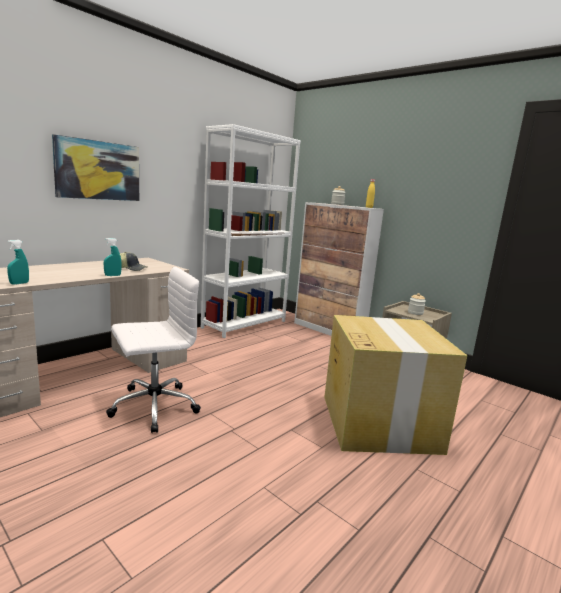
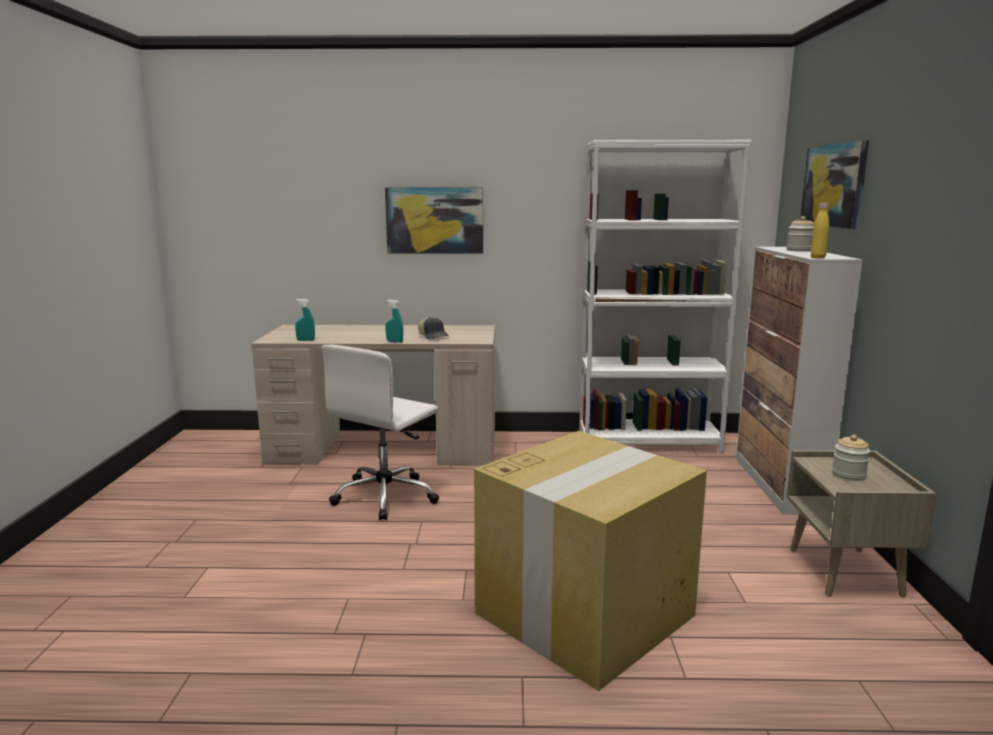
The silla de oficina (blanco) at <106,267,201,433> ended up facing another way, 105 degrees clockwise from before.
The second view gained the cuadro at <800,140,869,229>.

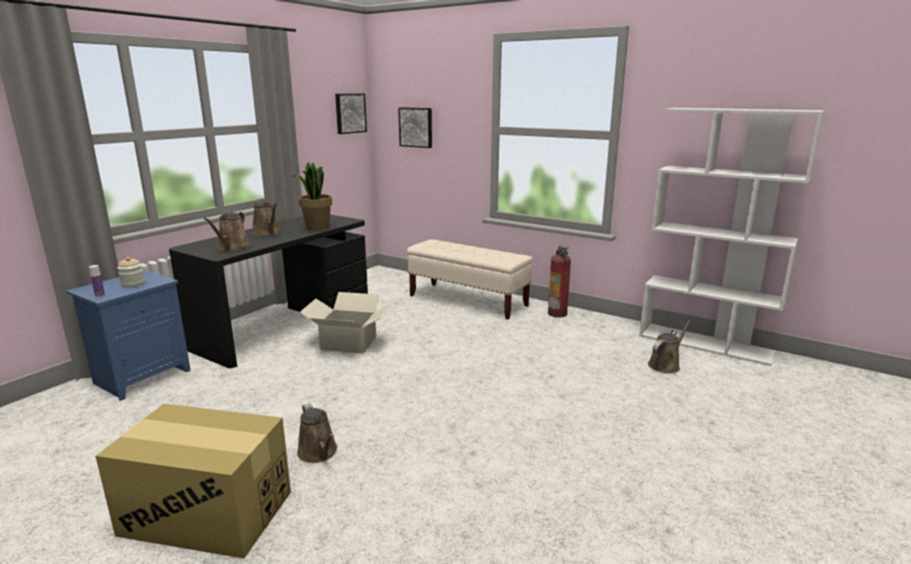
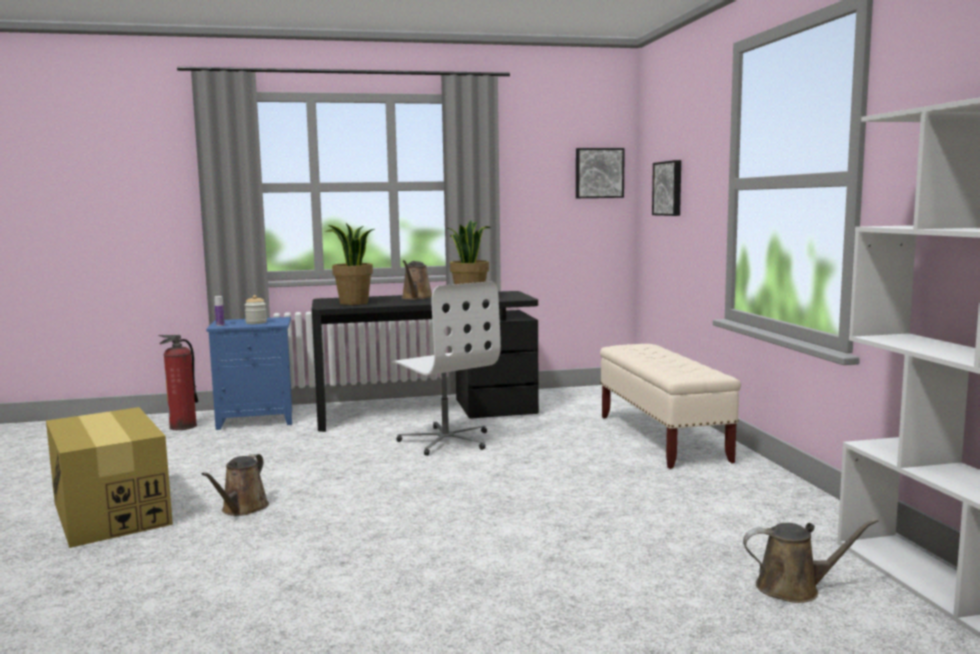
The extintor ended up elsewhere, having gone from <548,246,571,317> to <159,335,199,430>.
Where the regadera (marrón) stood at <204,212,251,251>, the planta en maceta came to stand at <325,223,374,305>.
Where the caja de cartón stood at <299,292,392,354>, the silla de oficina (blanco) came to stand at <392,281,501,456>.

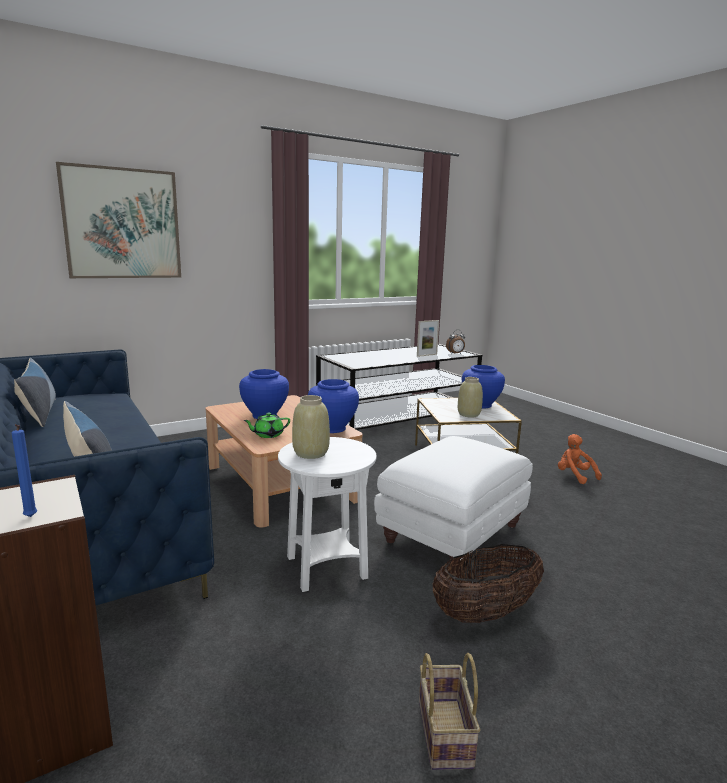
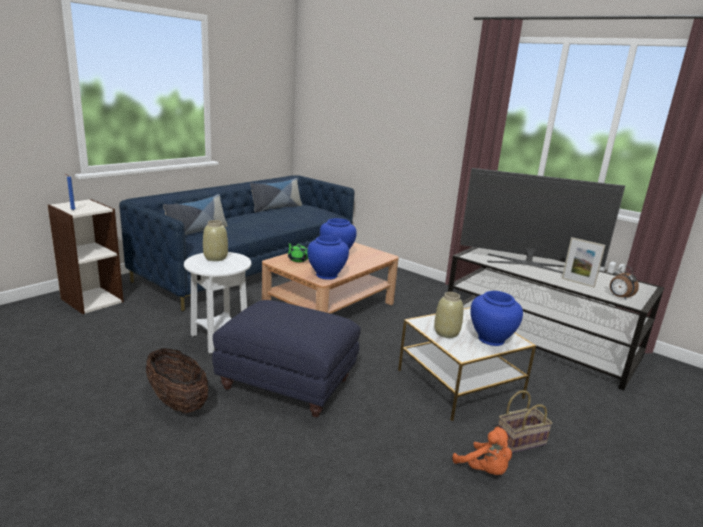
What was the puf (blanco) at <374,436,533,564> turned into the puf (azul) at <212,300,361,417>.
The peluche (naranja) at <558,434,602,484> ended up facing another way, 105 degrees clockwise from before.
The second view gained the televisor at <460,168,625,273>.
The cesta ended up elsewhere, having gone from <419,653,480,770> to <498,390,553,453>.
The second view lost the cuadro at <56,162,181,278>.

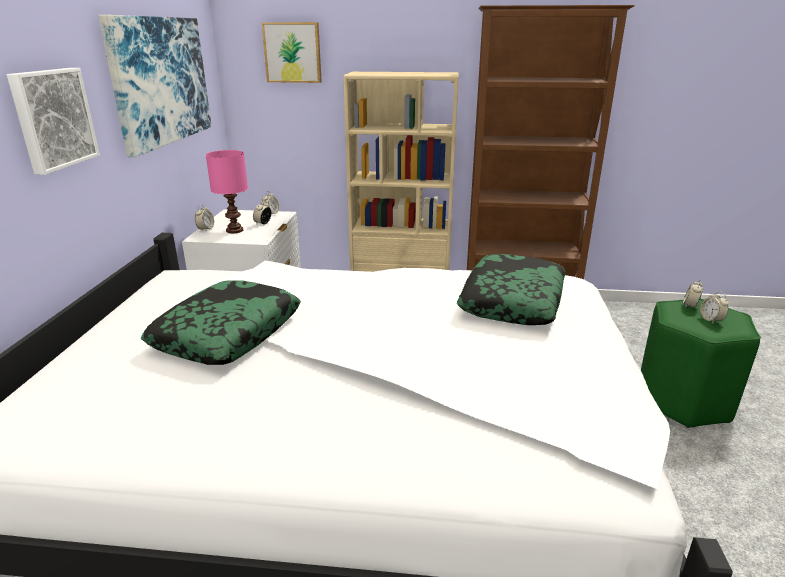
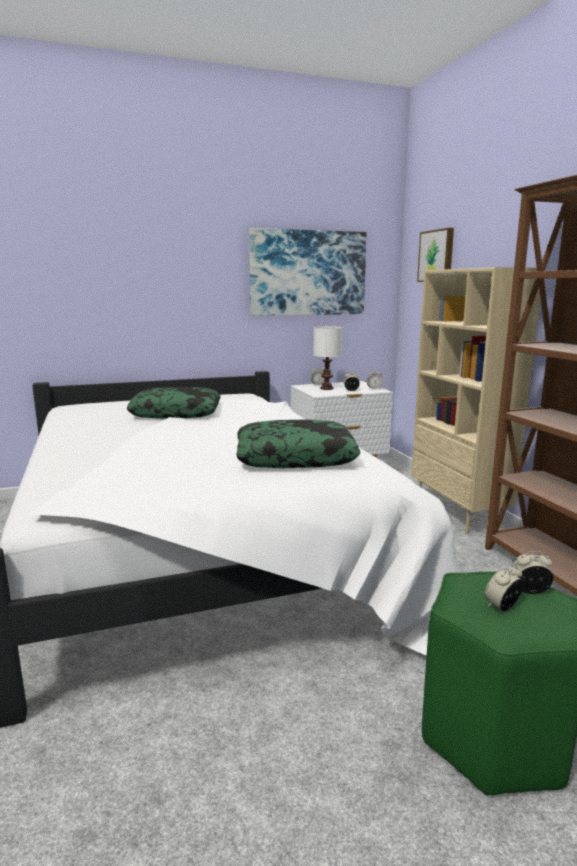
What was the lámpara de mesa (rosa) at <206,150,248,233> turned into the lámpara de mesa (blanco) at <313,326,342,390>.
The second view lost the cuadro at <7,68,100,175>.

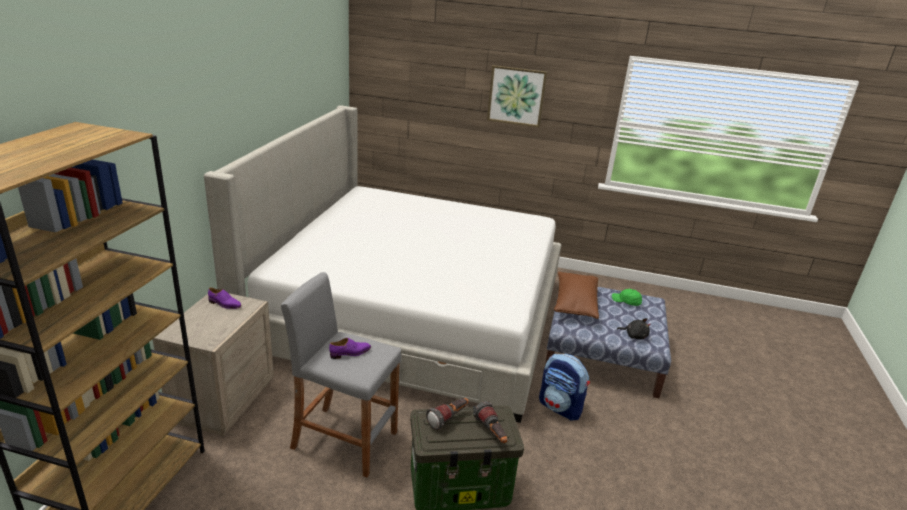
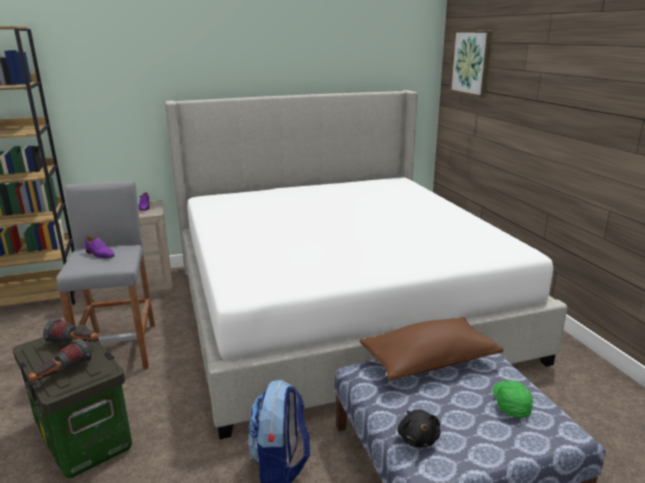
The cuadro ended up elsewhere, having gone from <487,65,547,127> to <449,30,492,98>.

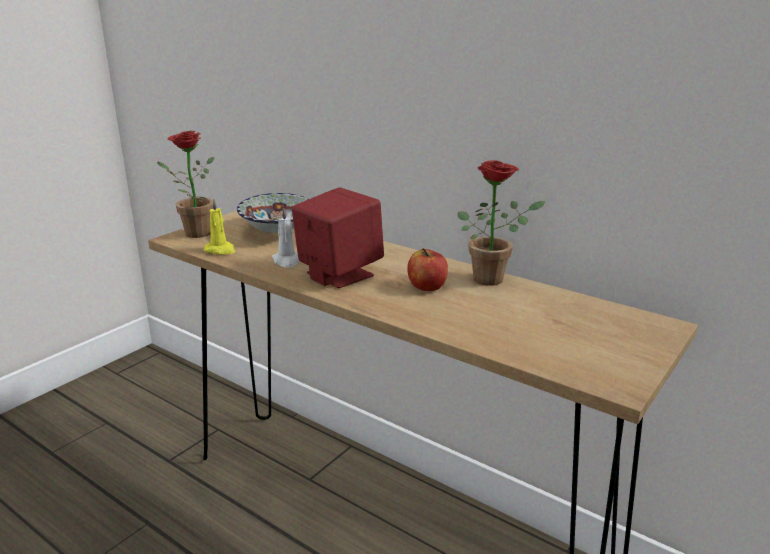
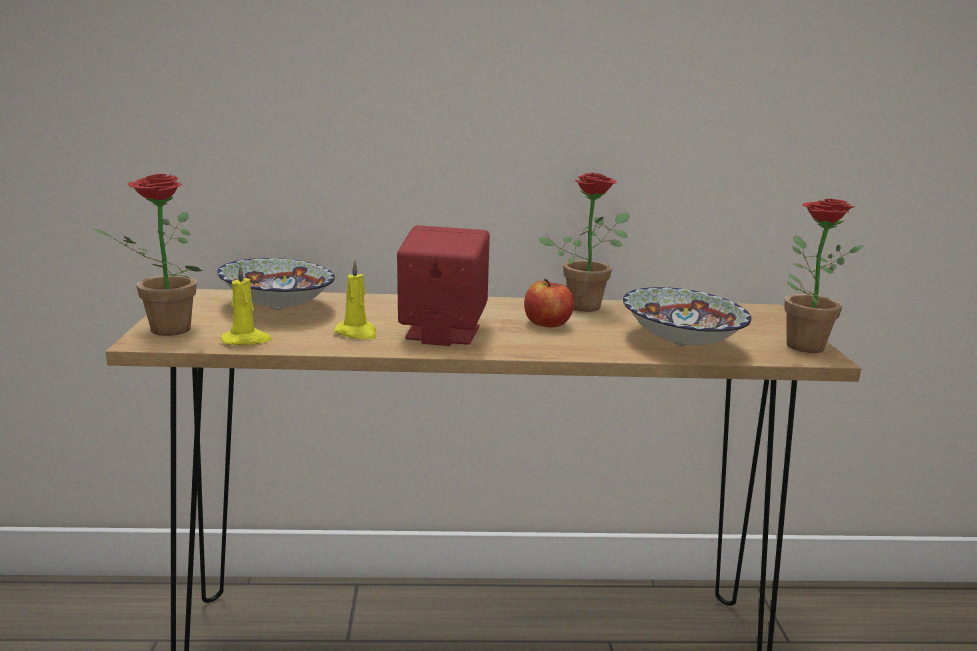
What was the vela (blanco) at <272,207,300,268> turned into the vela (amarillo) at <334,260,376,339>.
The second view gained the cuenco at <623,287,752,345>.
The second view gained the planta en maceta at <784,199,863,353>.

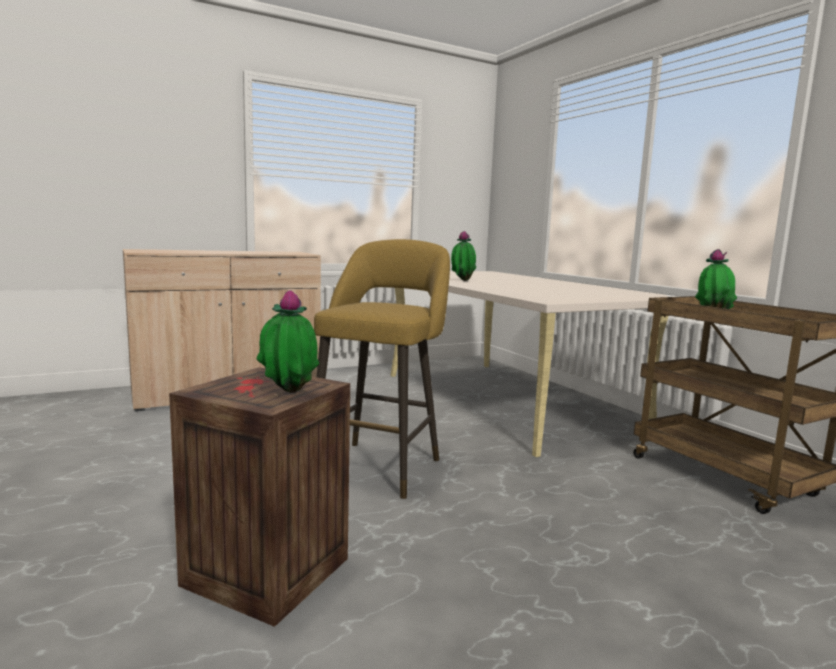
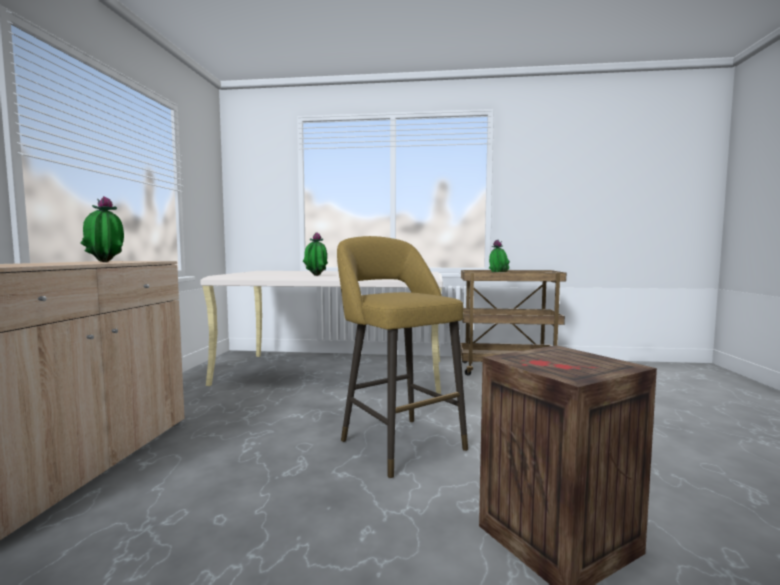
The planta en maceta ended up elsewhere, having gone from <257,290,319,393> to <80,196,124,262>.

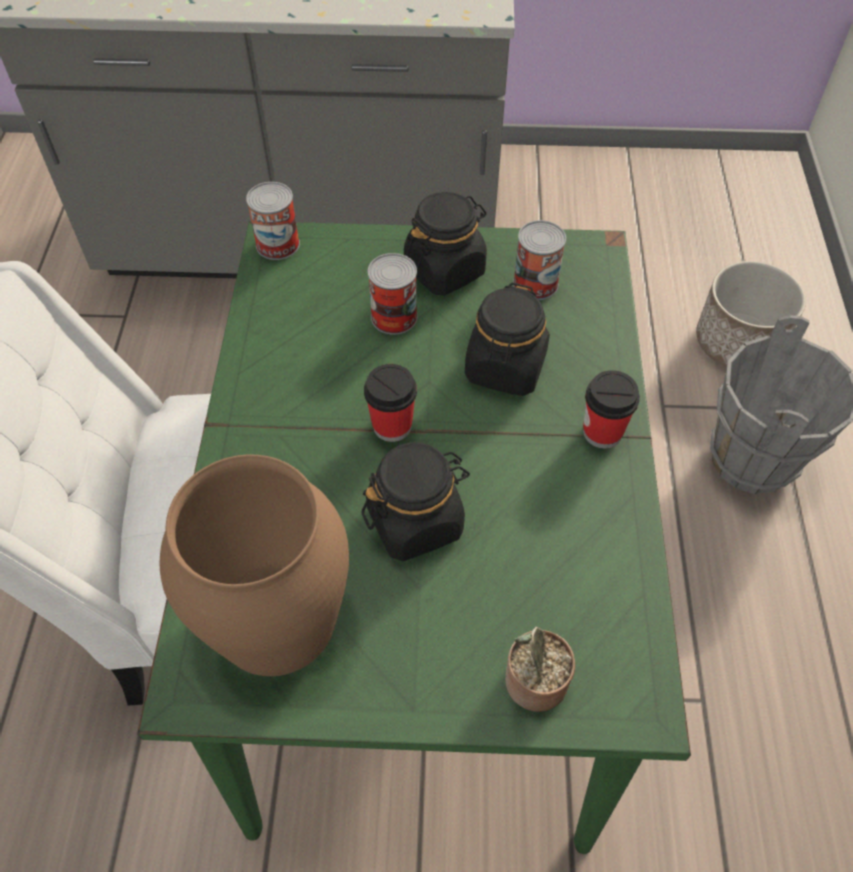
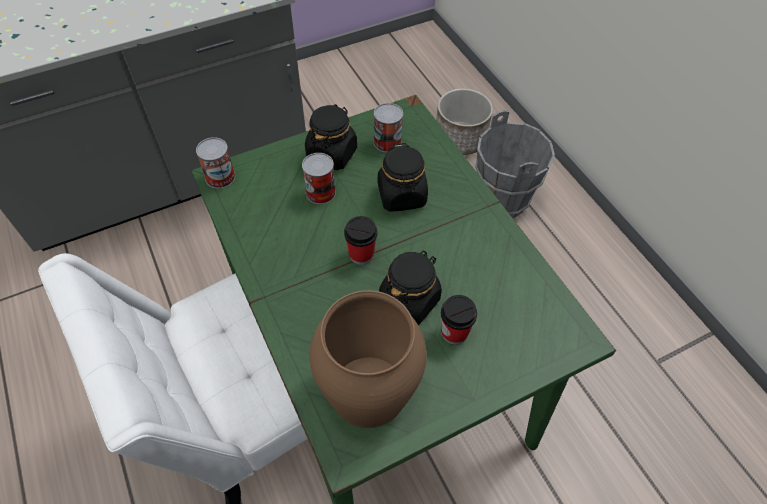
The taza ended up elsewhere, having gone from <583,370,640,449> to <441,295,477,345>.
The second view lost the planta en maceta at <505,627,575,712>.

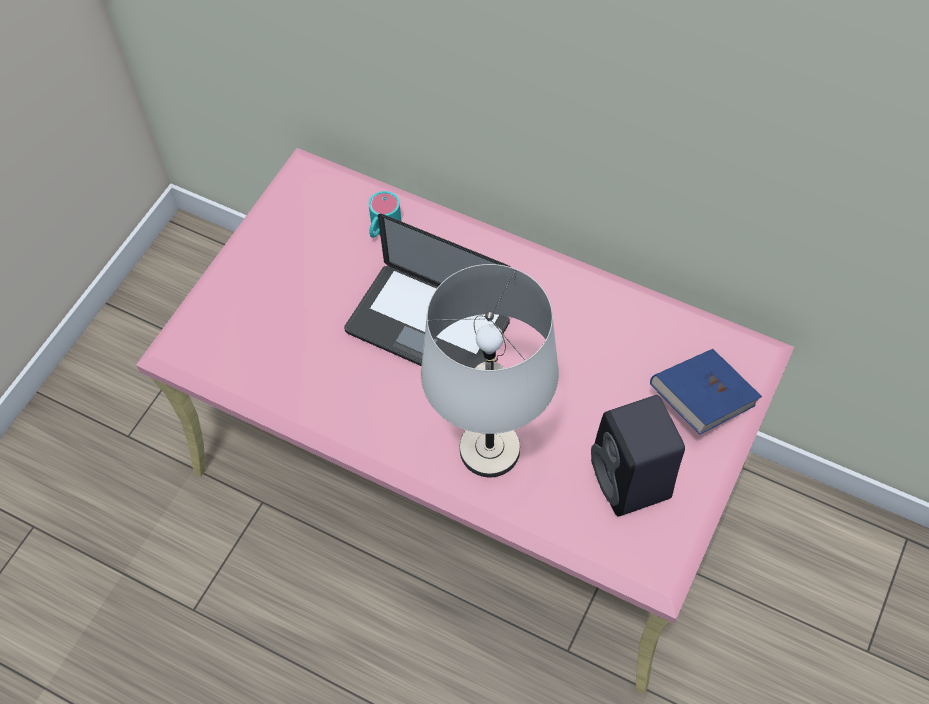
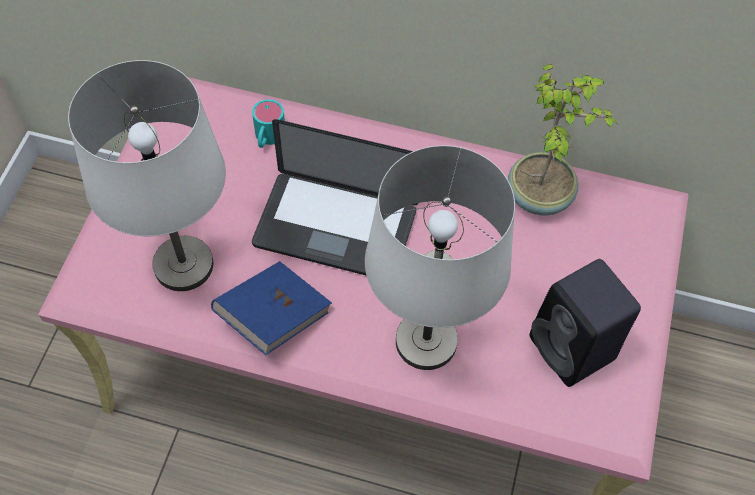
The second view gained the lámpara de mesa (blanco) at <68,60,226,291>.
The libro (azul) ended up elsewhere, having gone from <650,349,762,435> to <211,261,332,355>.
The second view gained the planta en maceta at <508,64,618,216>.

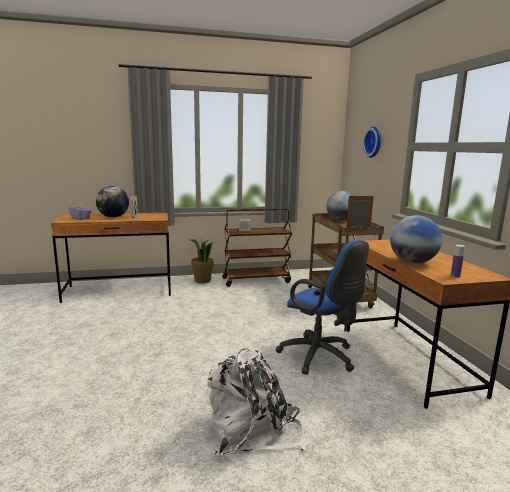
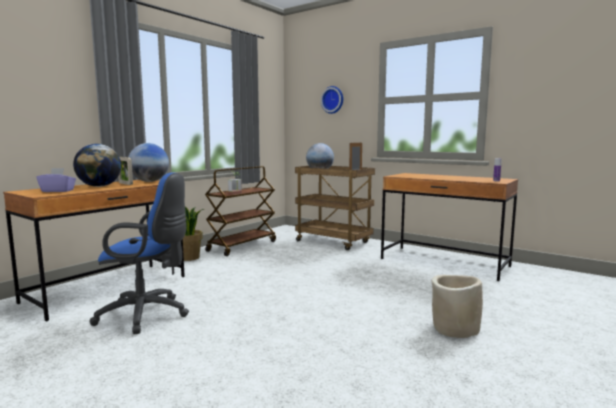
The silla de oficina (azul) ended up elsewhere, having gone from <276,240,369,375> to <89,172,189,334>.
The globo terráqueo ended up elsewhere, having gone from <390,215,442,264> to <128,143,169,182>.
Where the mochila (blanco) stood at <208,348,306,457>, the maceta (beis) came to stand at <432,275,483,338>.

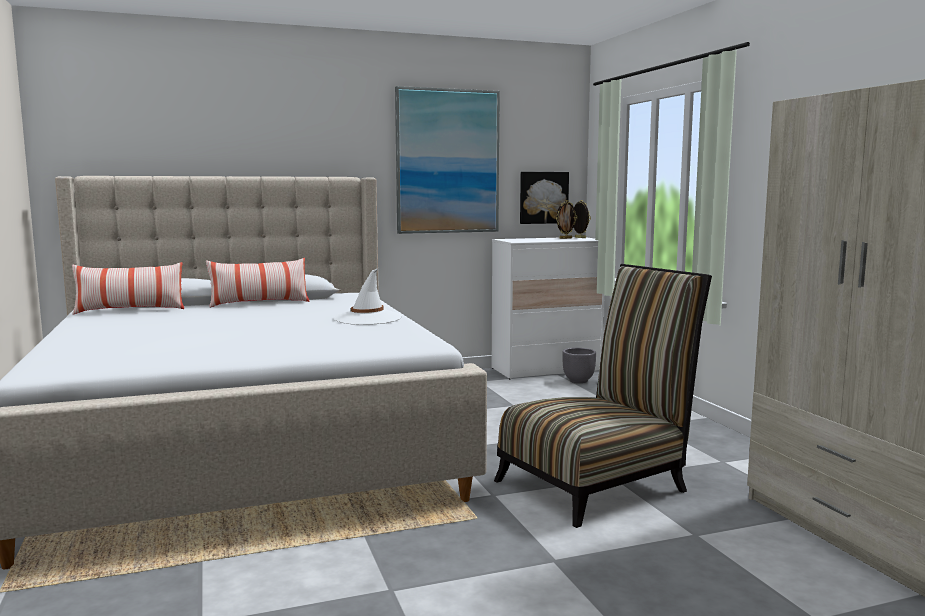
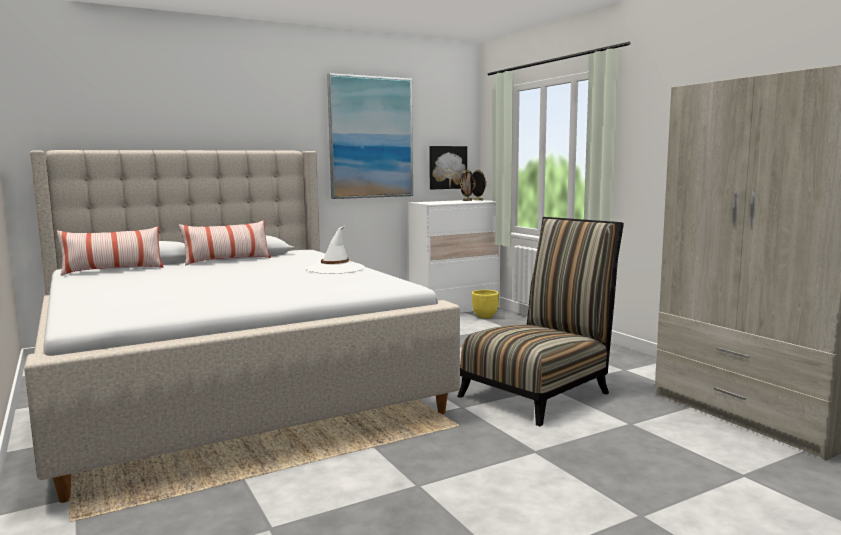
What was the maceta (gris) at <562,348,596,383> turned into the maceta (amarillo) at <472,290,499,318>.

